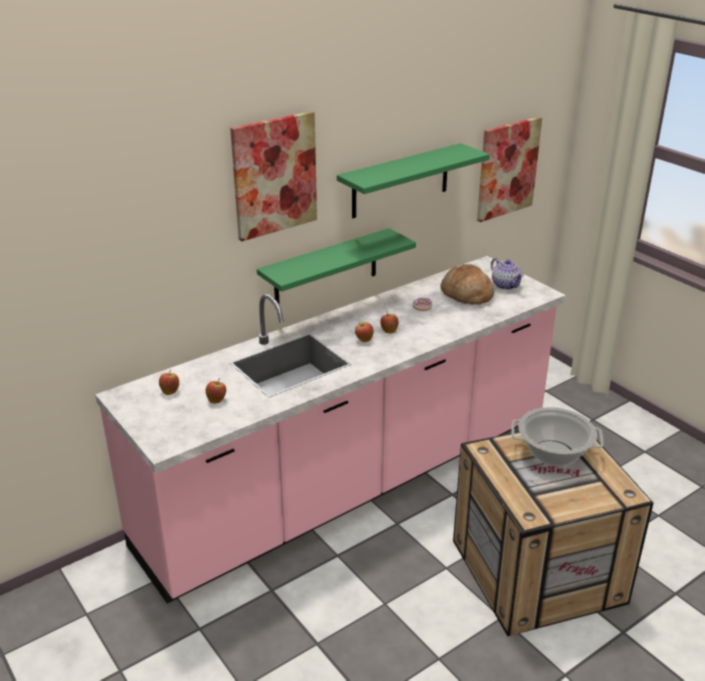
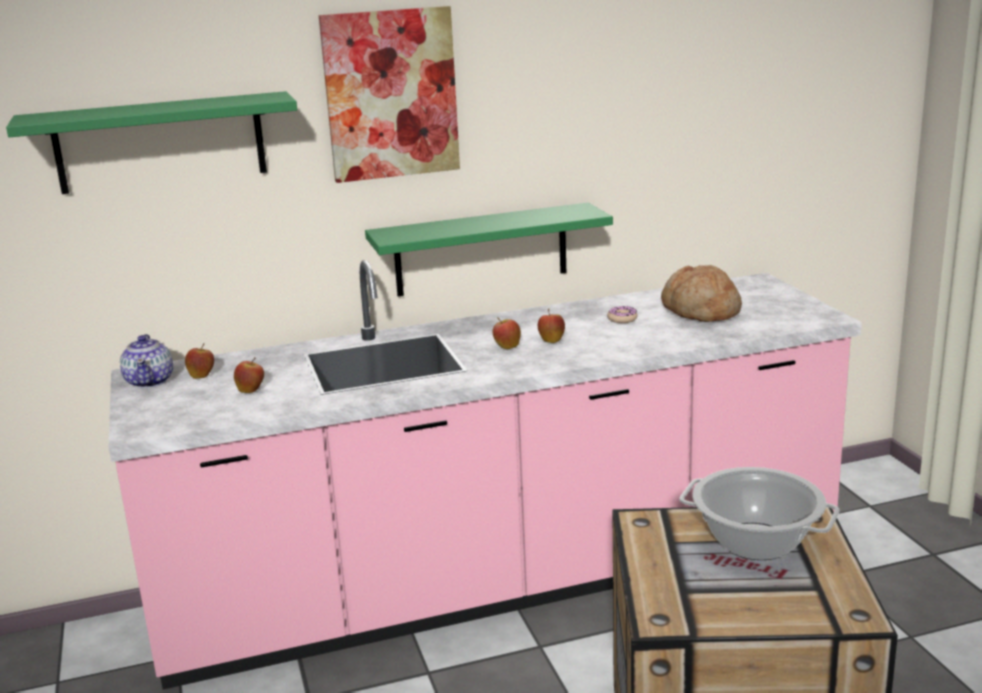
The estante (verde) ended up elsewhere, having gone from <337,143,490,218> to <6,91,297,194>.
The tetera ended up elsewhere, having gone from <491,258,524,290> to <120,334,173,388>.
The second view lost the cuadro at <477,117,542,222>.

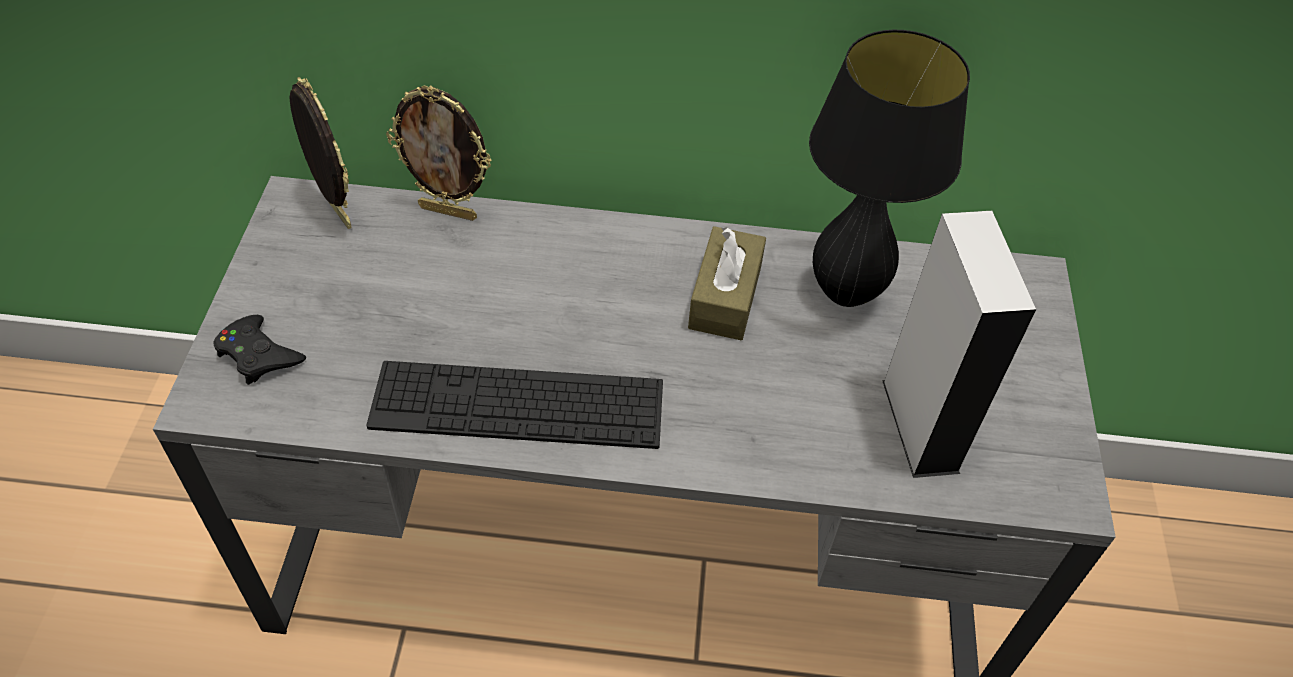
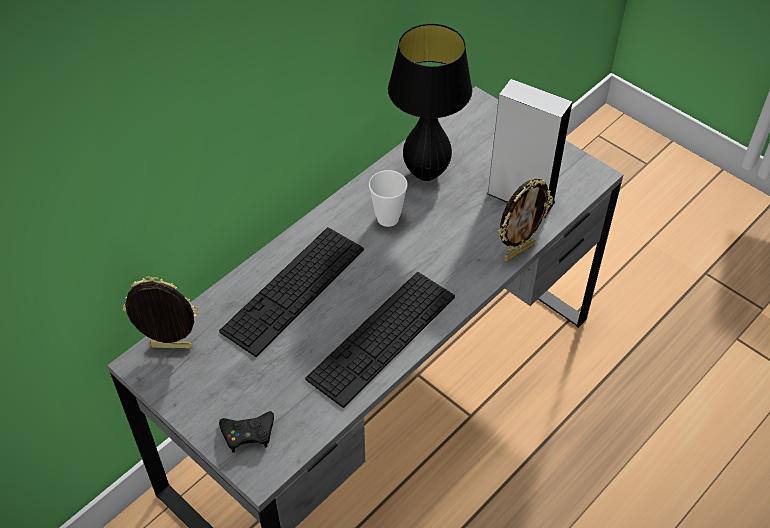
The second view gained the teclado at <219,227,364,357>.
Where the caja de pañuelos (marrón) stood at <688,226,766,340>, the taza came to stand at <369,170,408,227>.
The portarretratos ended up elsewhere, having gone from <386,86,491,221> to <499,179,553,261>.

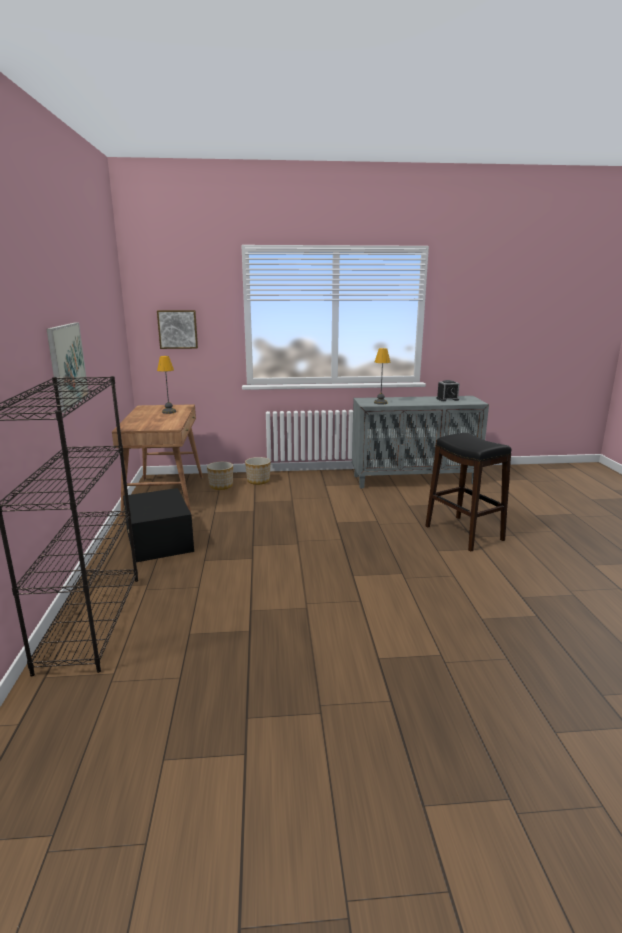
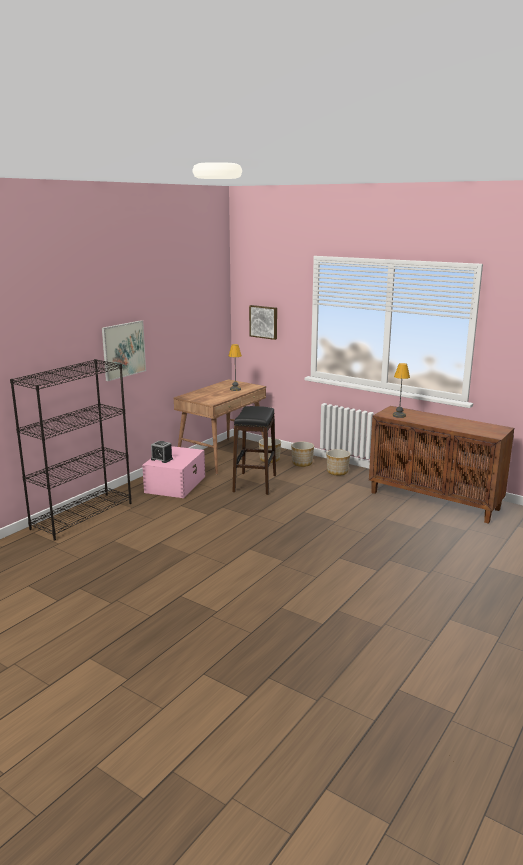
What was the caja de almacenaje (negro) at <123,488,194,562> turned into the caja de almacenaje (rosa) at <142,446,205,498>.
The despertador ended up elsewhere, having gone from <436,380,460,401> to <151,441,173,463>.
The taburete (negro) ended up elsewhere, having gone from <425,433,512,551> to <233,406,276,495>.
The second view gained the maceta at <326,449,350,476>.
What was the armario (gris) at <352,396,489,488> turned into the armario (marrón) at <369,406,514,524>.

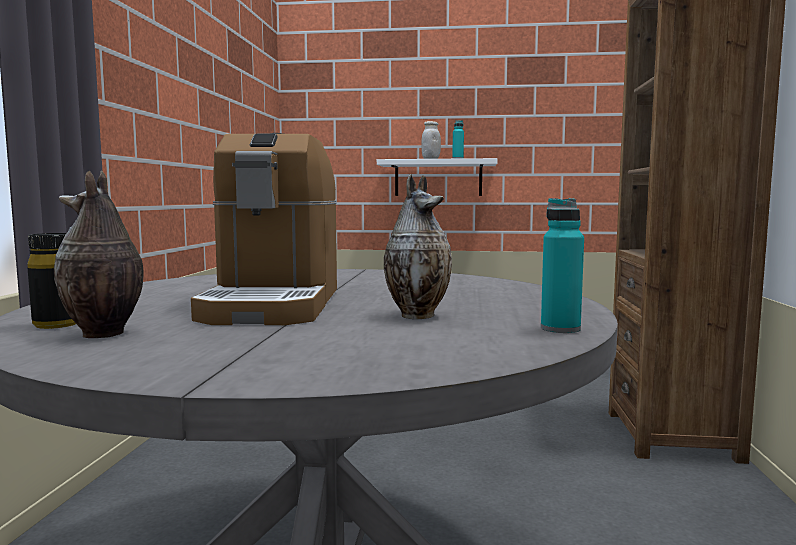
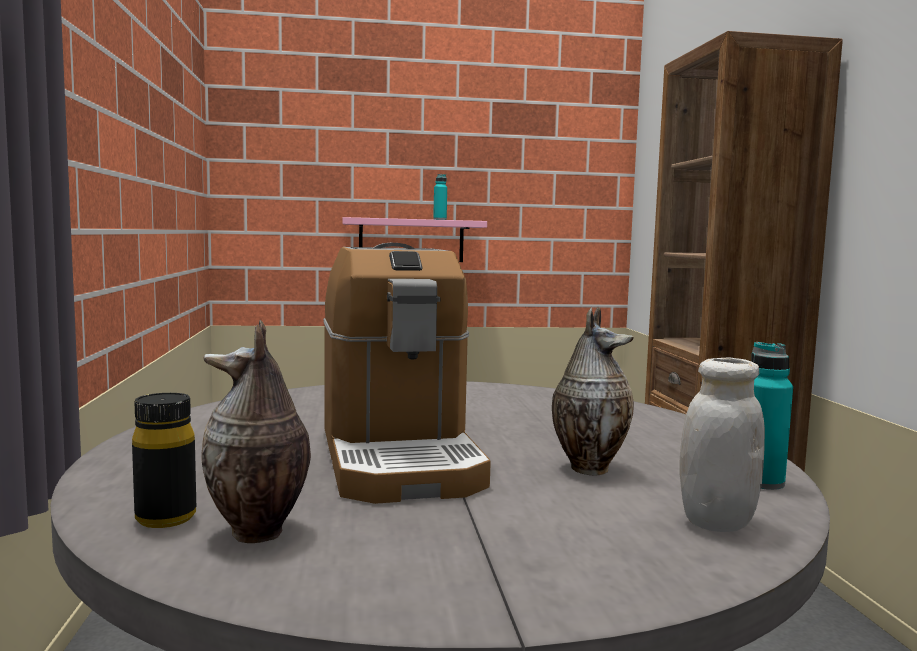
What was the estante (blanco) at <377,158,497,196> turned into the estante (rosa) at <342,217,487,262>.
The tarro (blanco) ended up elsewhere, having gone from <421,121,441,159> to <680,357,765,532>.

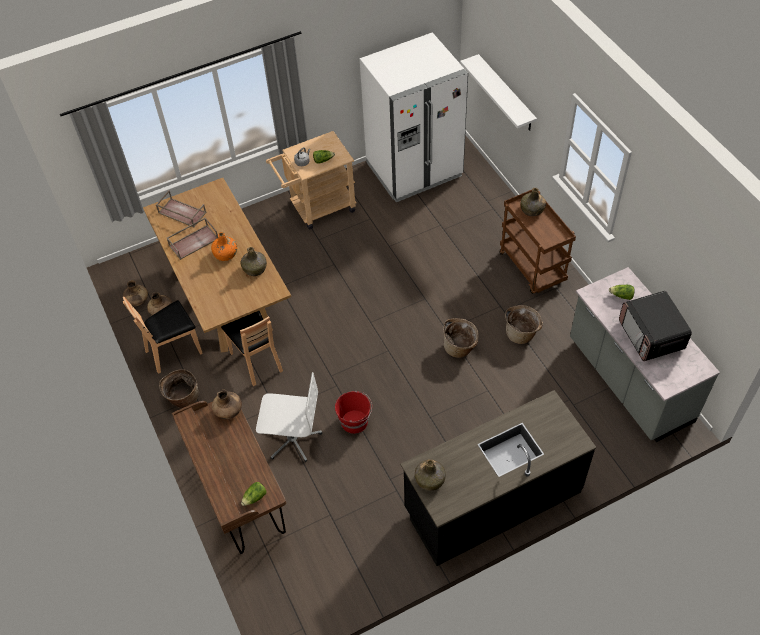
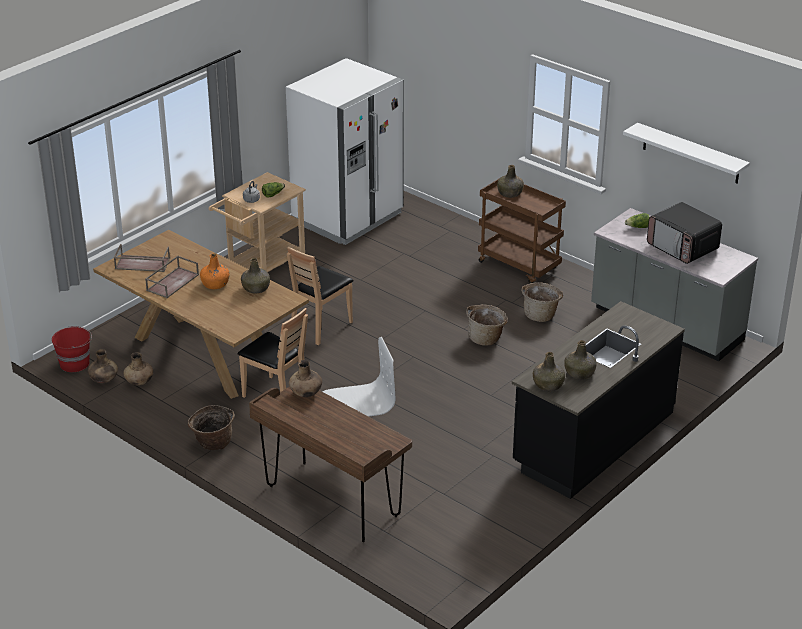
The cubo (rojo) ended up elsewhere, having gone from <335,391,372,434> to <52,326,92,372>.
The silla (marrón) ended up elsewhere, having gone from <123,296,203,374> to <287,246,353,345>.
The second view gained the botella (verde) at <564,340,597,380>.
The estante (blanco) ended up elsewhere, having gone from <460,54,537,131> to <623,123,750,184>.
The second view lost the lechuga at <241,482,267,506>.

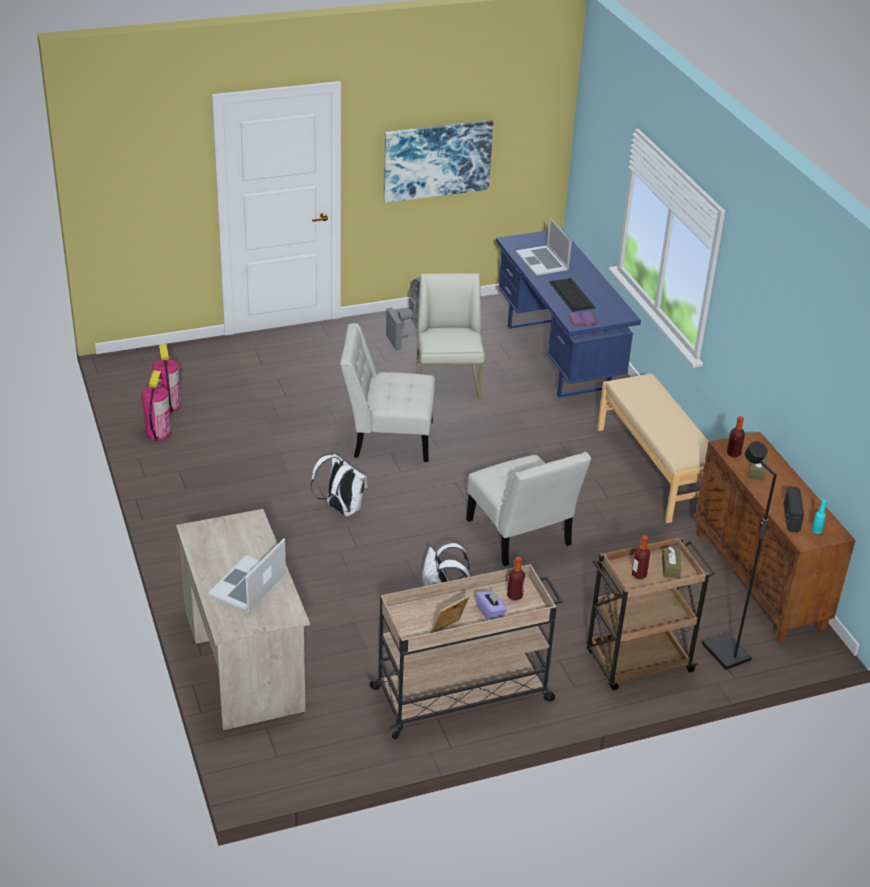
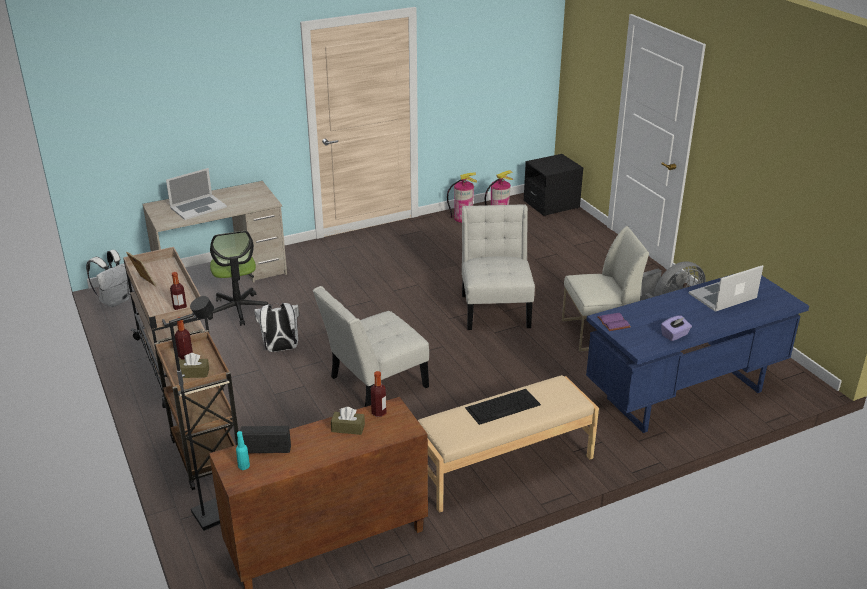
The mochila (blanco) ended up elsewhere, having gone from <311,454,368,517> to <86,250,131,307>.
The portátil at <208,538,286,612> ended up facing another way, 120 degrees clockwise from before.
The second view gained the silla de oficina at <207,231,270,326>.
The teclado ended up elsewhere, having gone from <549,278,596,312> to <465,389,541,425>.
The second view gained the mesita de noche (negro) at <524,154,583,216>.
The caja de pañuelos (morado) ended up elsewhere, having gone from <475,589,507,620> to <661,315,692,341>.
The second view lost the cuadro at <384,120,493,203>.

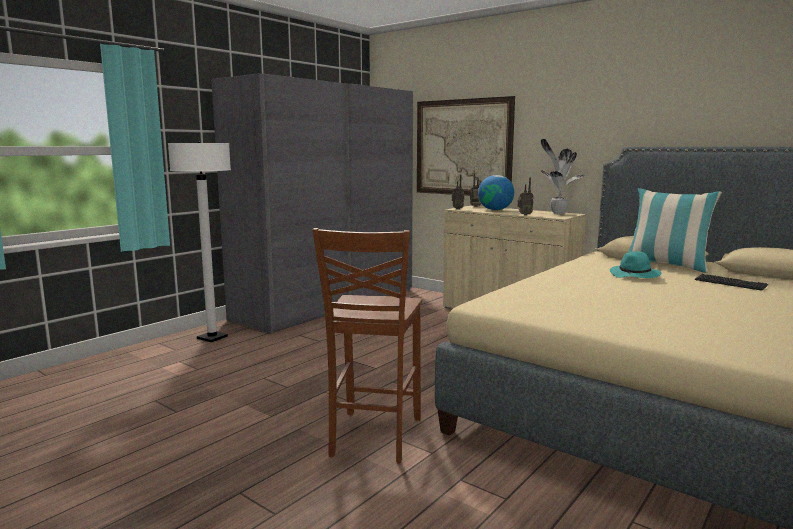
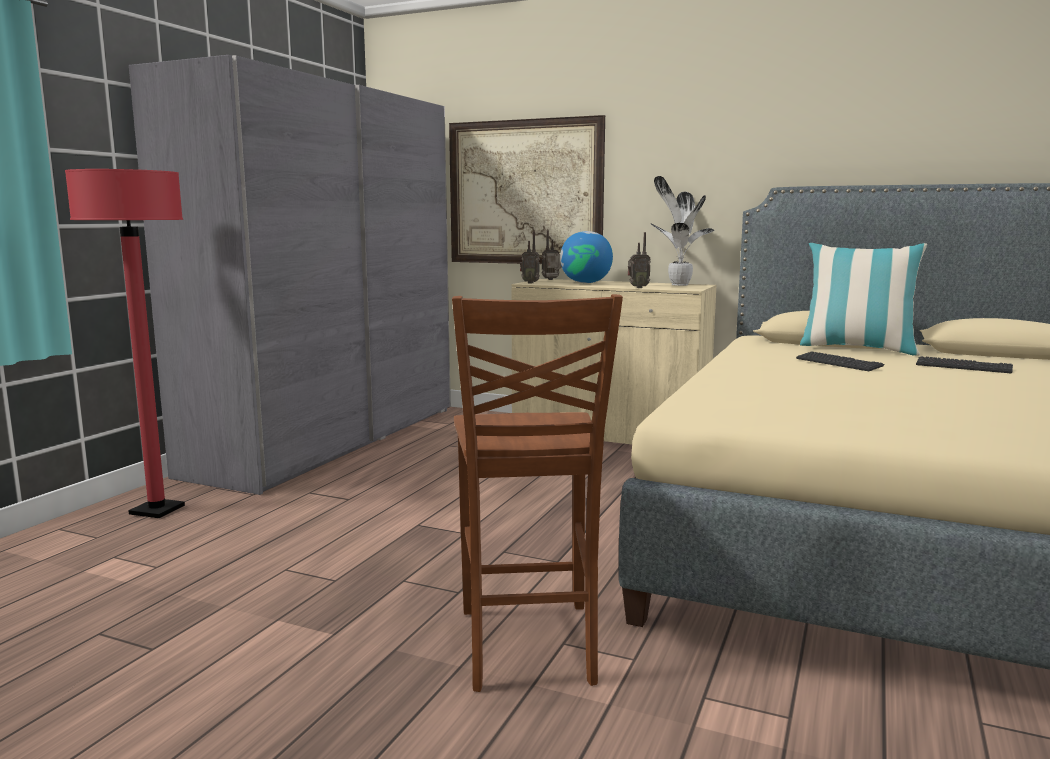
What was the lámpara de pie (blanco) at <168,142,231,342> turned into the lámpara de pie (rojo) at <65,169,185,518>.
Where the sombrero (turquesa) stood at <610,251,662,278>, the teclado came to stand at <796,351,885,371>.

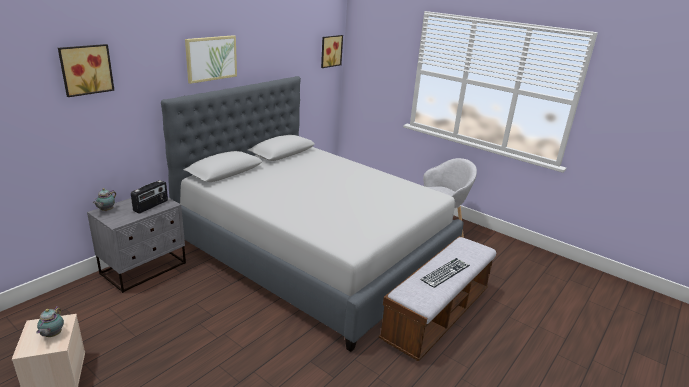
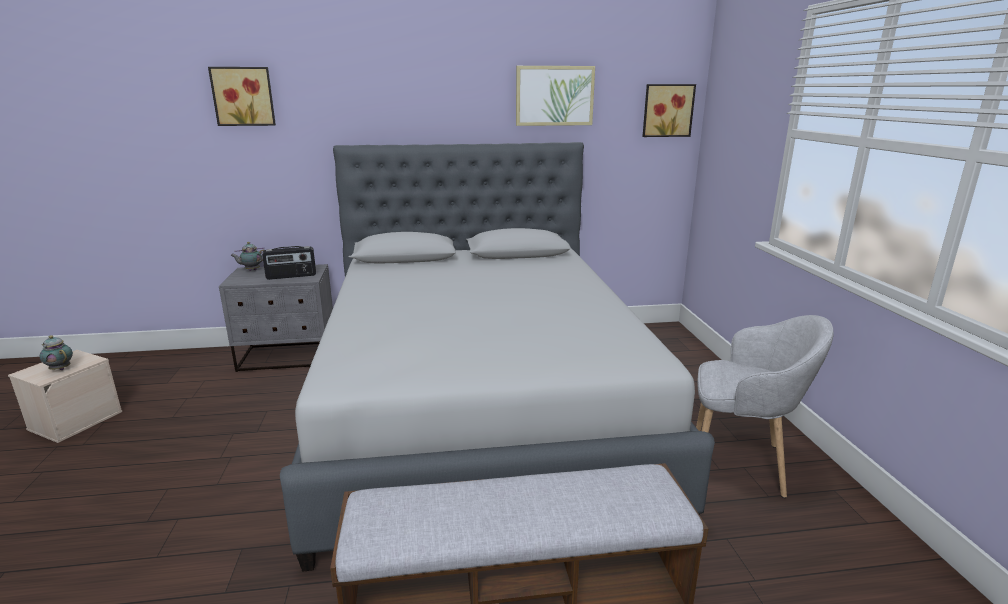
The tetera at <36,306,64,337> ended up facing another way, 75 degrees clockwise from before.
The cuadro ended up elsewhere, having gone from <185,35,237,84> to <516,66,595,126>.
The second view lost the teclado at <420,258,470,288>.

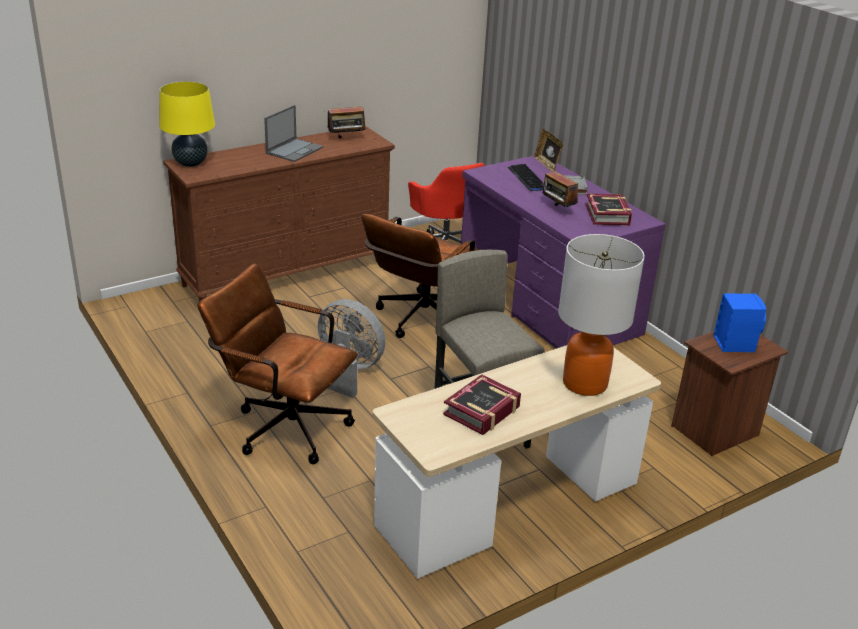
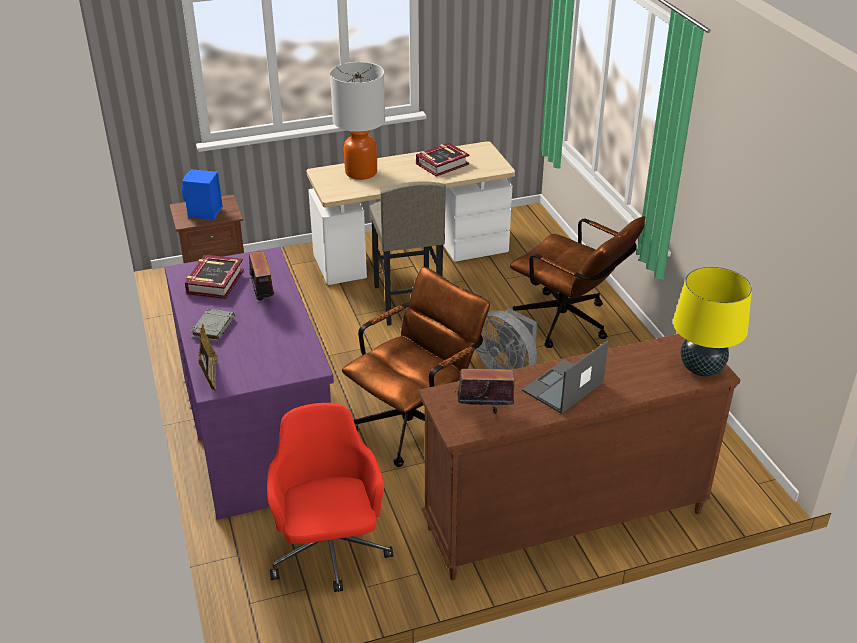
The second view lost the teclado at <507,164,544,191>.

